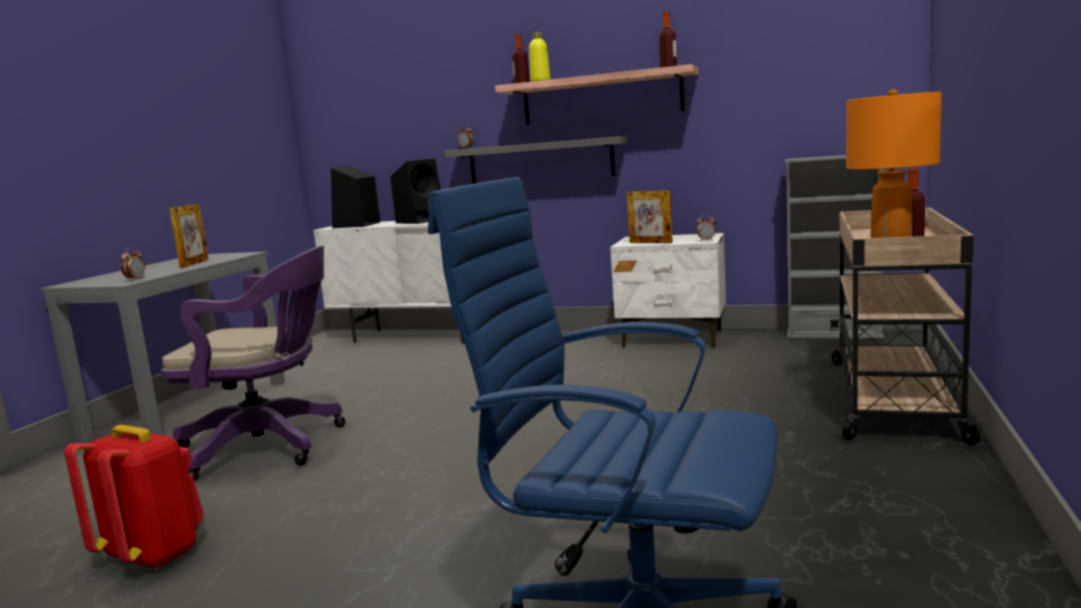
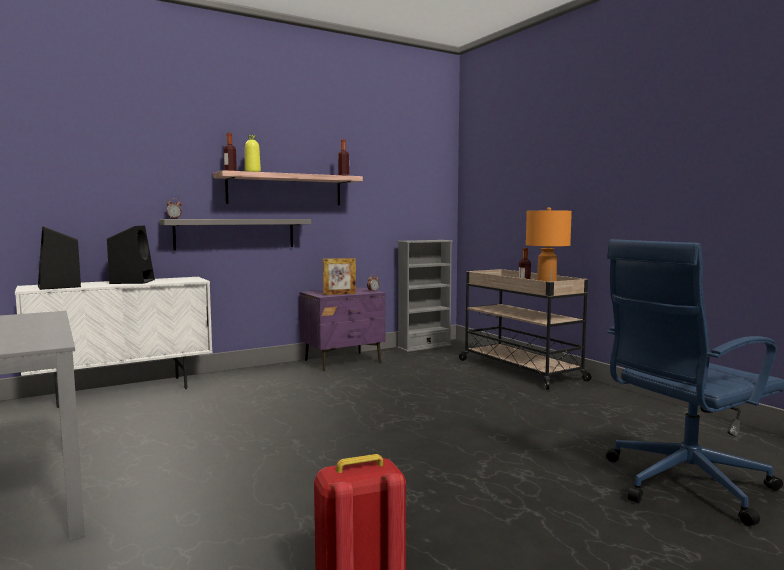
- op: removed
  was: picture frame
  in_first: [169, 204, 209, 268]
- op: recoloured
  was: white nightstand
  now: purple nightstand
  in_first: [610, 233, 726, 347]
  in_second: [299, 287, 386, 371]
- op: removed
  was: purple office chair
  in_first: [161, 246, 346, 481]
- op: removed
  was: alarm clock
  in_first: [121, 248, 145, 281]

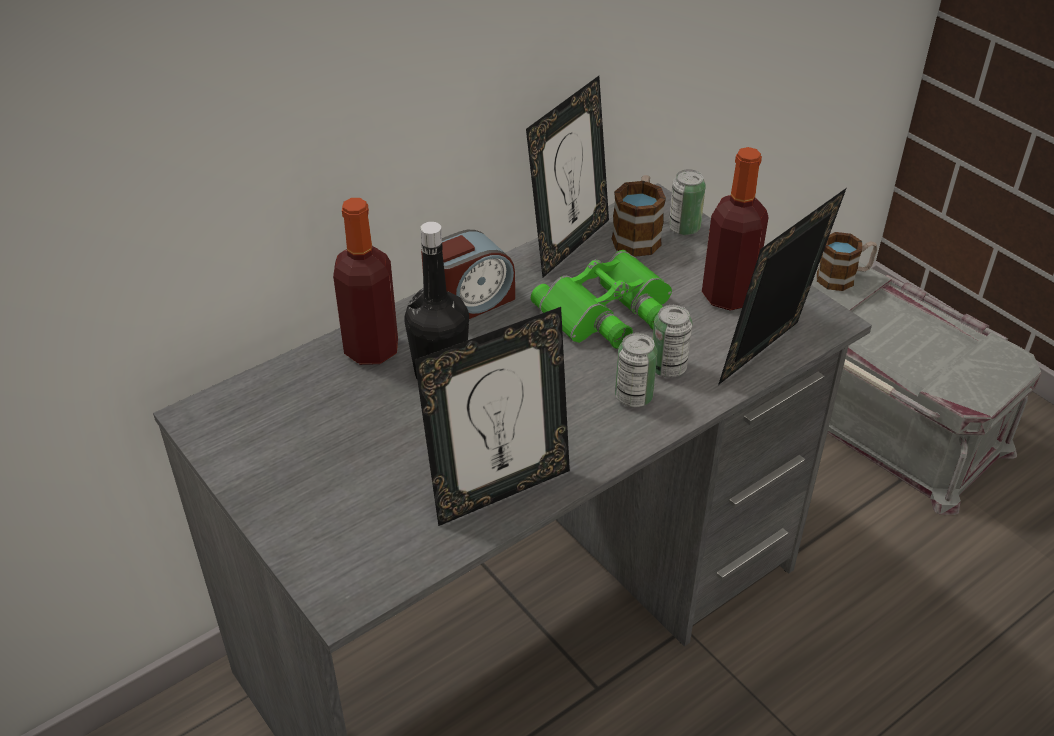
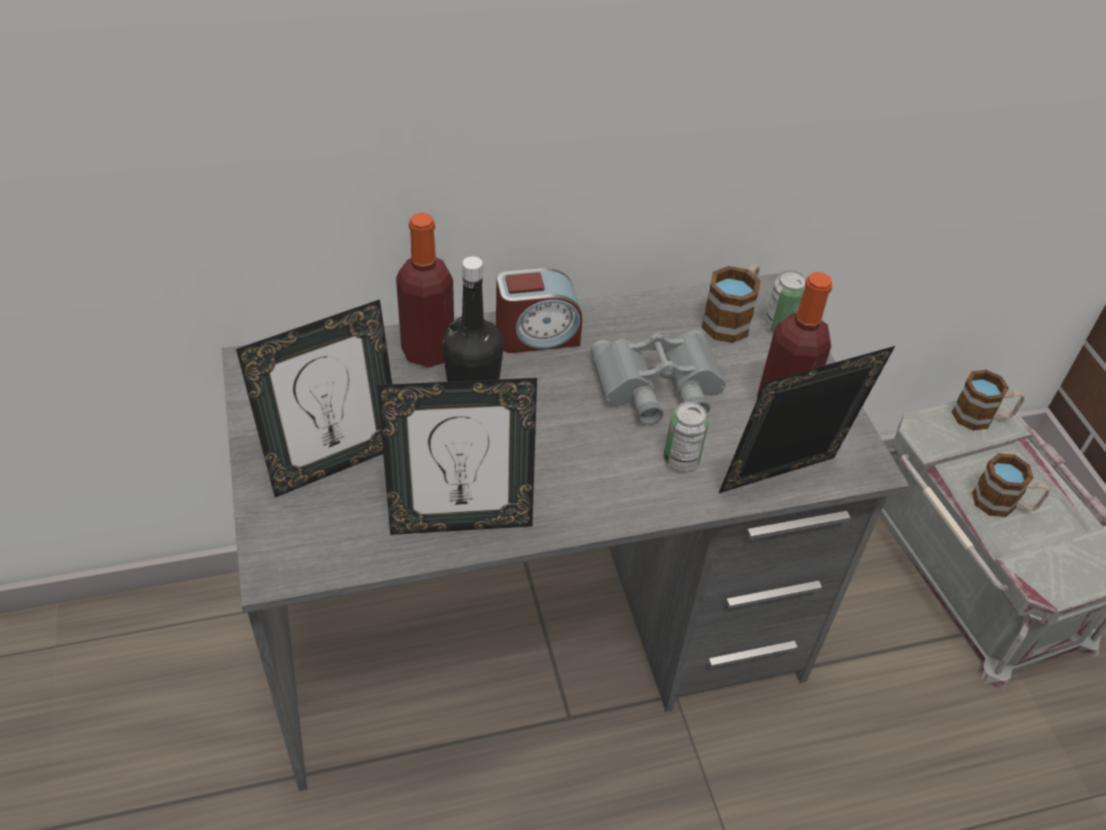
- op: moved
  was: picture frame
  in_first: [526, 76, 609, 277]
  in_second: [236, 299, 392, 497]
- op: recoloured
  was: green binoculars
  now: grey binoculars
  in_first: [531, 250, 672, 349]
  in_second: [590, 330, 726, 425]
- op: removed
  was: can
  in_first: [615, 333, 657, 407]
- op: added
  now: mug
  in_second: [972, 453, 1050, 517]

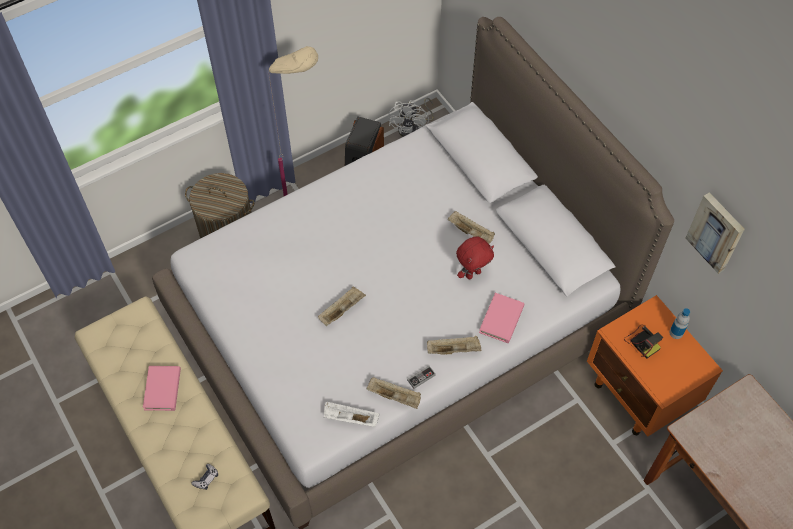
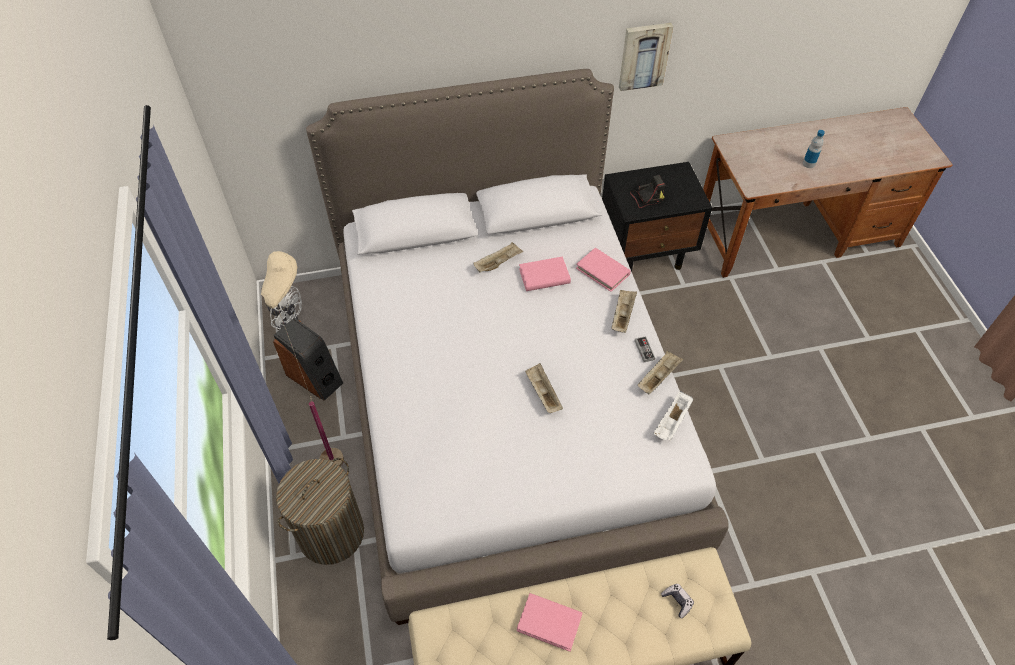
- op: replaced
  was: red plush toy
  now: pink book
  in_first: [456, 236, 494, 279]
  in_second: [519, 256, 571, 291]
- op: recoloured
  was: orange nightstand
  now: black nightstand
  in_first: [587, 295, 723, 437]
  in_second: [602, 162, 712, 272]
- op: moved
  was: bottle
  in_first: [669, 308, 690, 339]
  in_second: [803, 130, 825, 168]

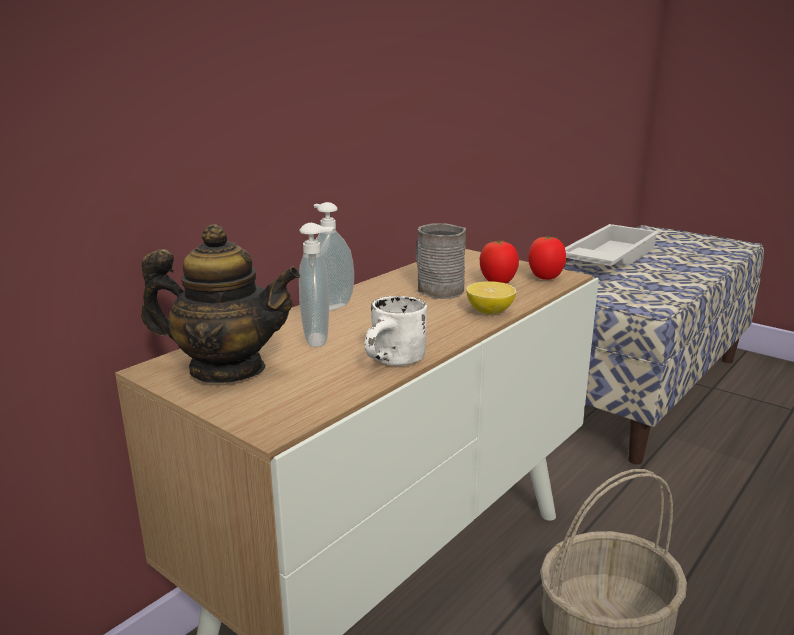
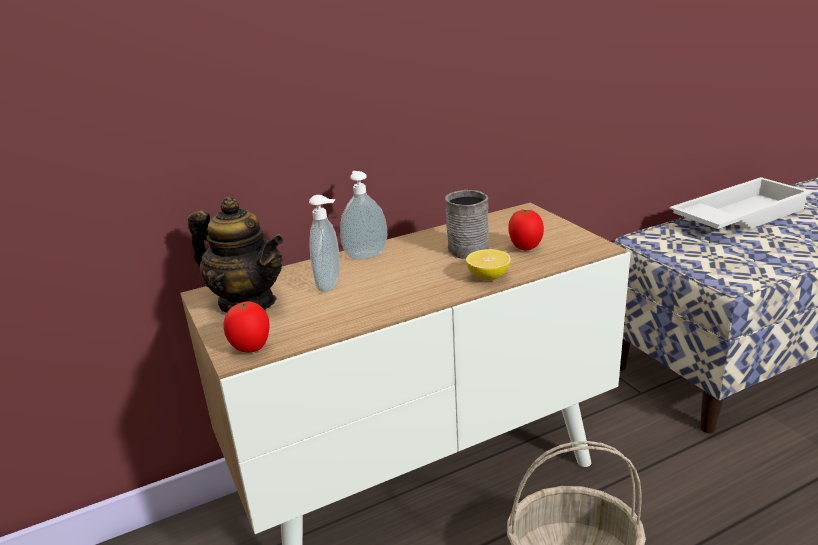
- op: moved
  was: tomato
  in_first: [528, 236, 566, 280]
  in_second: [223, 301, 270, 353]
- op: removed
  was: white mug
  in_first: [365, 296, 427, 366]

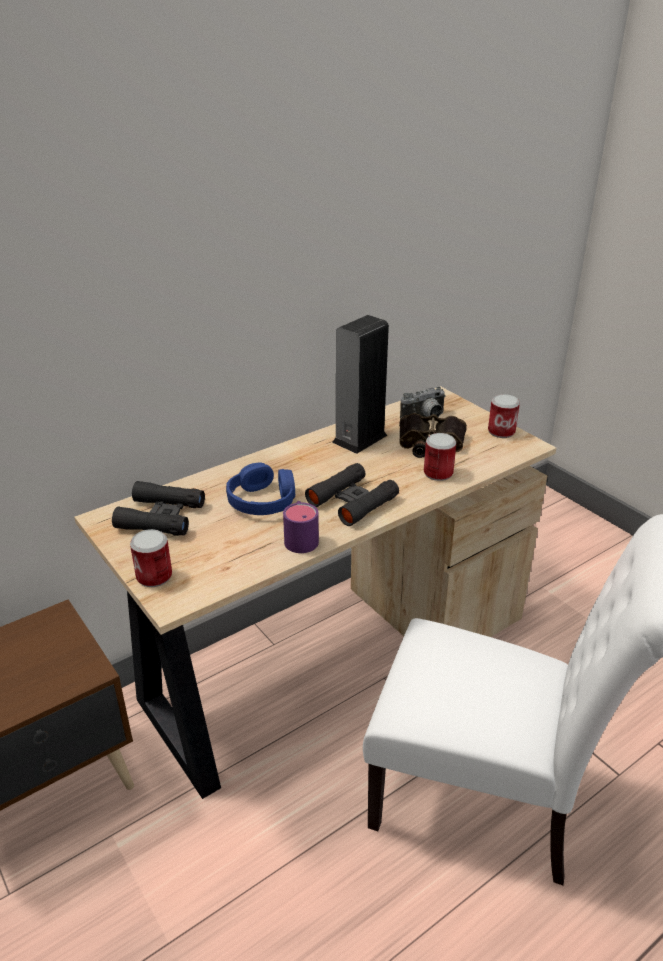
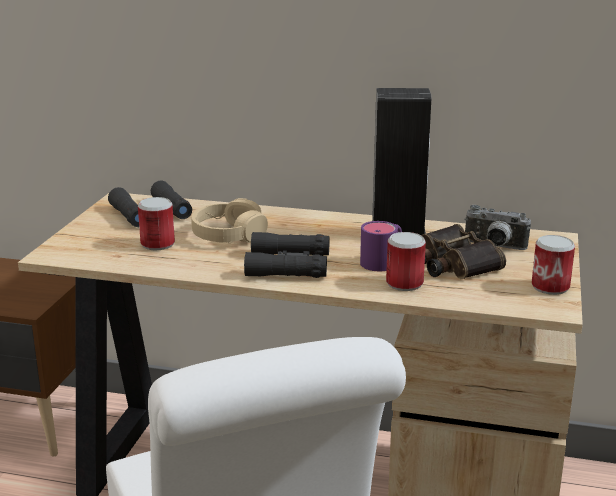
- op: recoloured
  was: blue headphones
  now: beige headphones
  in_first: [226, 463, 295, 515]
  in_second: [192, 198, 268, 243]
- op: moved
  was: purple mug
  in_first: [283, 501, 319, 553]
  in_second: [360, 221, 402, 271]
- op: moved
  was: can
  in_first: [130, 529, 172, 587]
  in_second: [138, 197, 175, 250]

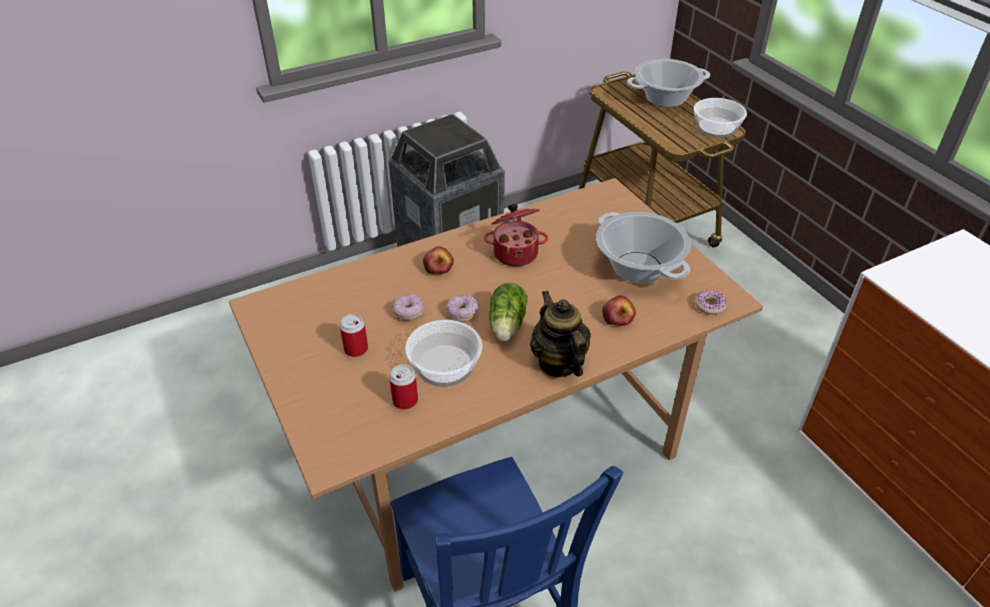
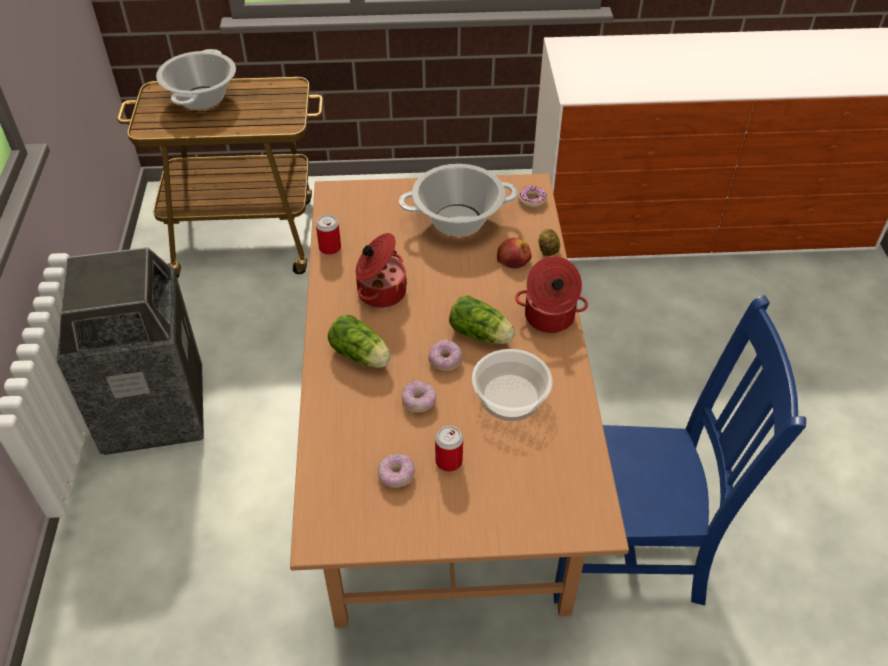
- op: removed
  was: bowl
  in_first: [694, 98, 747, 137]
- op: replaced
  was: apple
  now: lettuce
  in_first: [423, 246, 454, 274]
  in_second: [328, 315, 391, 368]
- op: replaced
  was: teapot
  now: cooking pot
  in_first: [530, 291, 591, 377]
  in_second: [515, 256, 588, 333]
- op: moved
  was: can
  in_first: [389, 364, 418, 410]
  in_second: [316, 215, 341, 255]
- op: added
  now: potato
  in_second: [539, 229, 560, 256]
- op: added
  now: donut
  in_second: [377, 454, 415, 488]

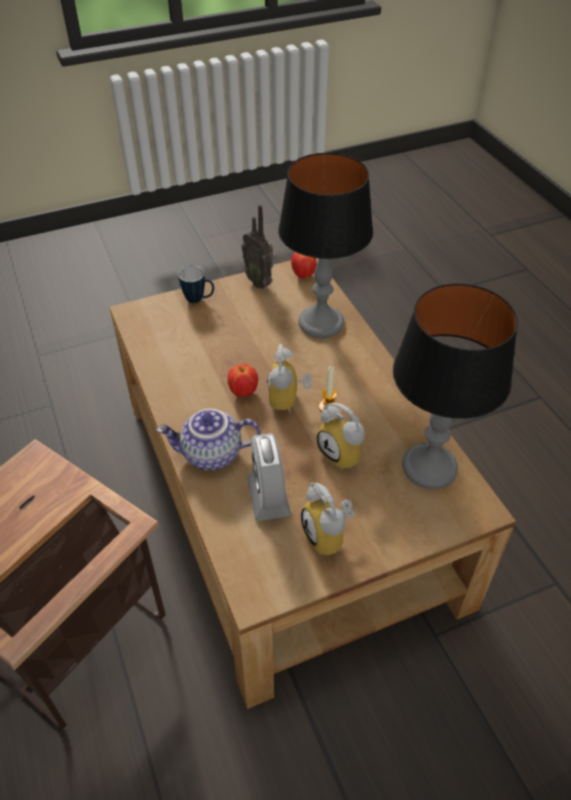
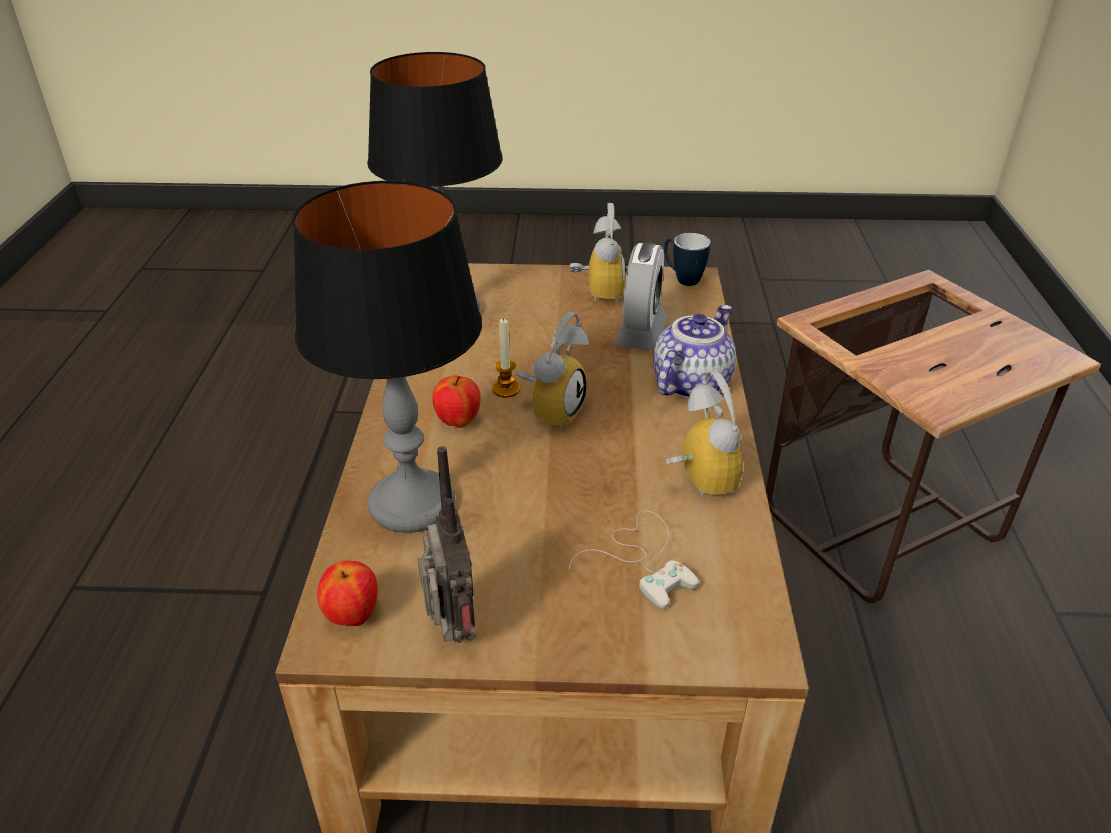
- op: moved
  was: mug
  in_first: [178, 266, 214, 303]
  in_second: [664, 233, 711, 286]
- op: moved
  was: apple
  in_first: [228, 364, 258, 397]
  in_second: [433, 375, 480, 428]
- op: moved
  was: alarm clock
  in_first: [317, 403, 365, 470]
  in_second: [665, 371, 743, 497]
- op: turned
  was: teapot
  in_first: [156, 409, 261, 470]
  in_second: [653, 305, 736, 398]
  clockwise: -75
- op: added
  now: white game controller
  in_second: [569, 511, 699, 609]

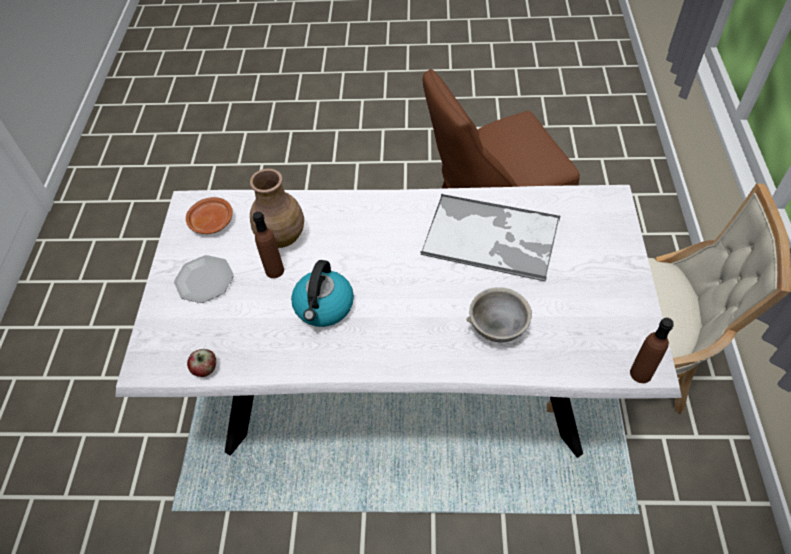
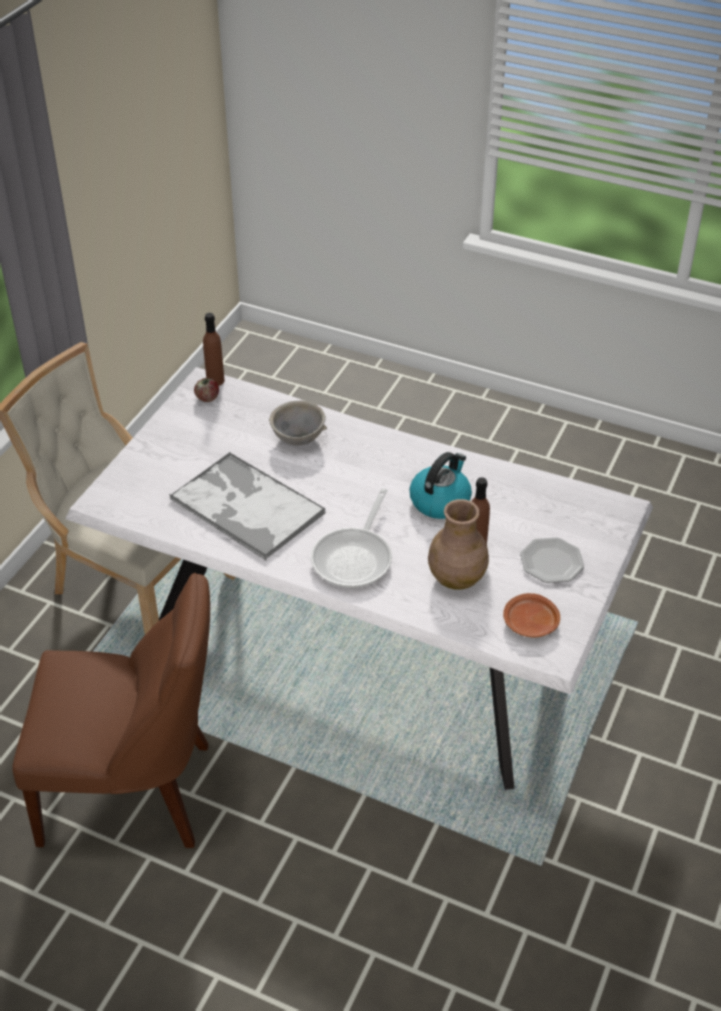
- op: moved
  was: apple
  in_first: [187, 349, 216, 377]
  in_second: [194, 378, 219, 402]
- op: added
  now: frying pan
  in_second: [311, 488, 392, 588]

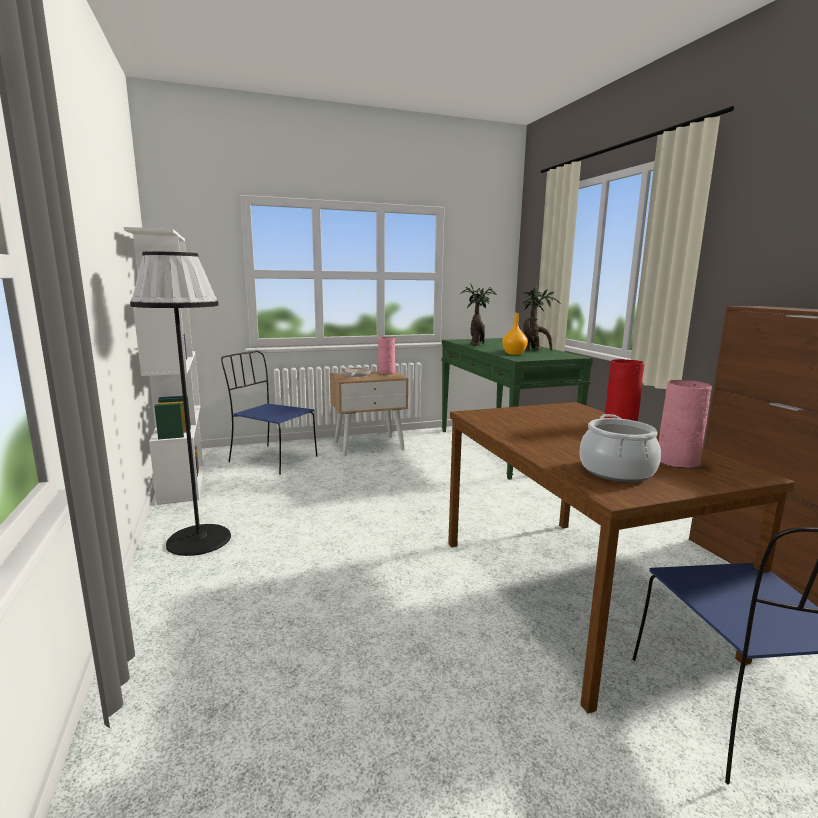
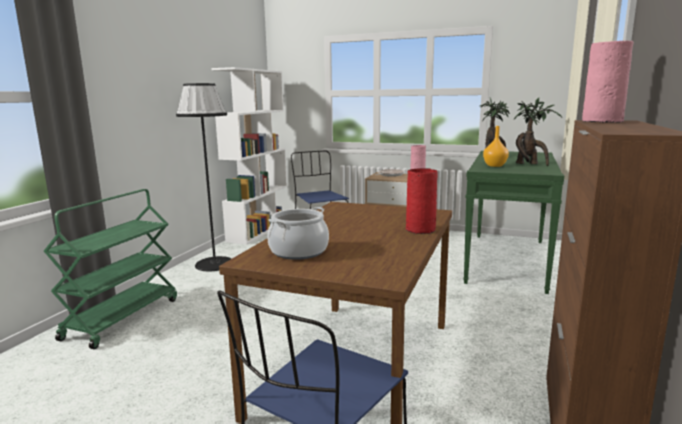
- op: moved
  was: pink vase
  in_first: [659, 380, 712, 469]
  in_second: [582, 41, 634, 123]
- op: added
  now: green cart
  in_second: [44, 189, 177, 349]

